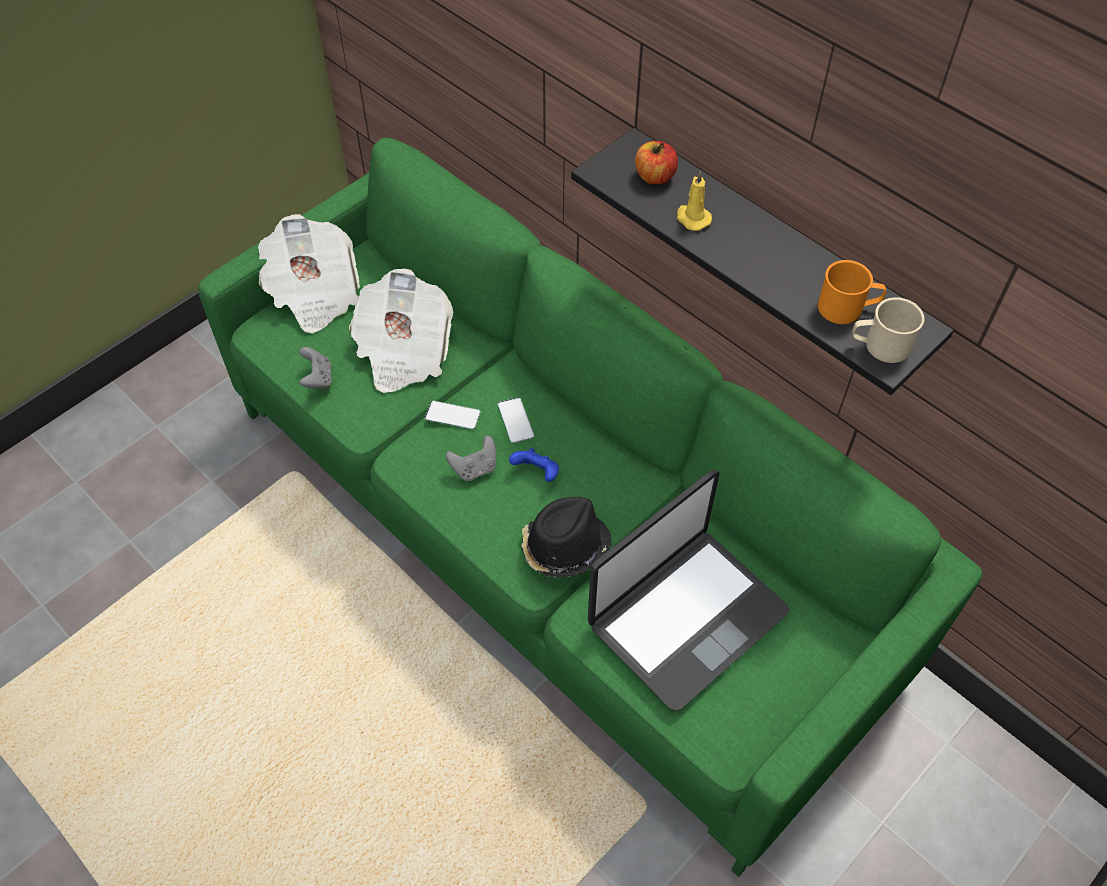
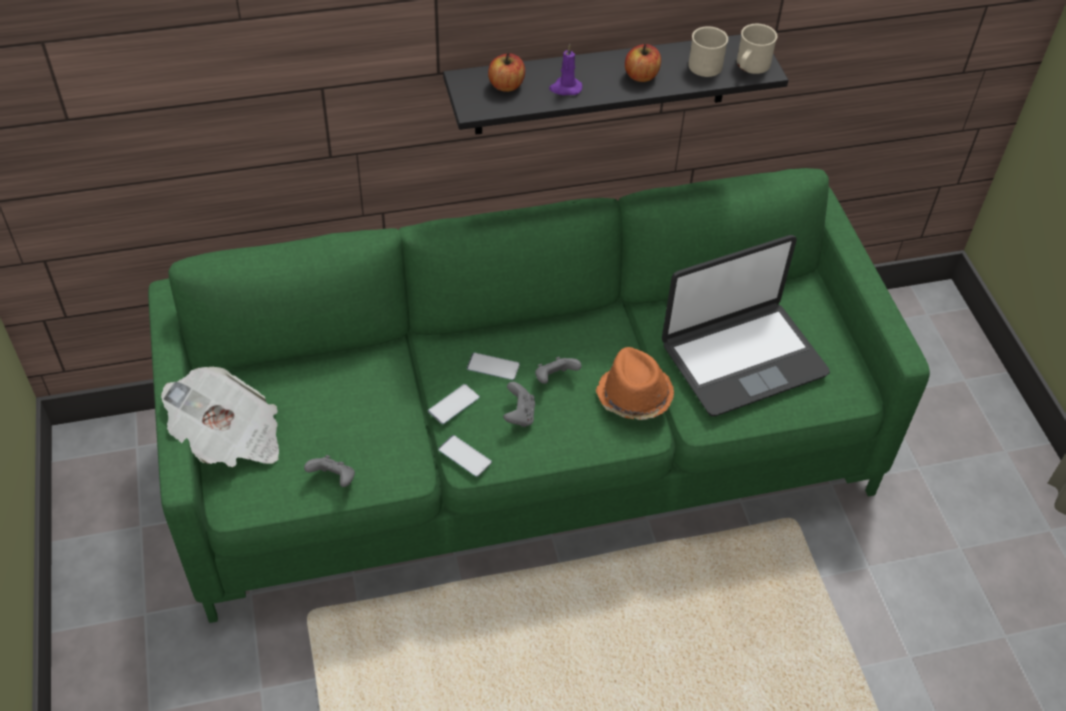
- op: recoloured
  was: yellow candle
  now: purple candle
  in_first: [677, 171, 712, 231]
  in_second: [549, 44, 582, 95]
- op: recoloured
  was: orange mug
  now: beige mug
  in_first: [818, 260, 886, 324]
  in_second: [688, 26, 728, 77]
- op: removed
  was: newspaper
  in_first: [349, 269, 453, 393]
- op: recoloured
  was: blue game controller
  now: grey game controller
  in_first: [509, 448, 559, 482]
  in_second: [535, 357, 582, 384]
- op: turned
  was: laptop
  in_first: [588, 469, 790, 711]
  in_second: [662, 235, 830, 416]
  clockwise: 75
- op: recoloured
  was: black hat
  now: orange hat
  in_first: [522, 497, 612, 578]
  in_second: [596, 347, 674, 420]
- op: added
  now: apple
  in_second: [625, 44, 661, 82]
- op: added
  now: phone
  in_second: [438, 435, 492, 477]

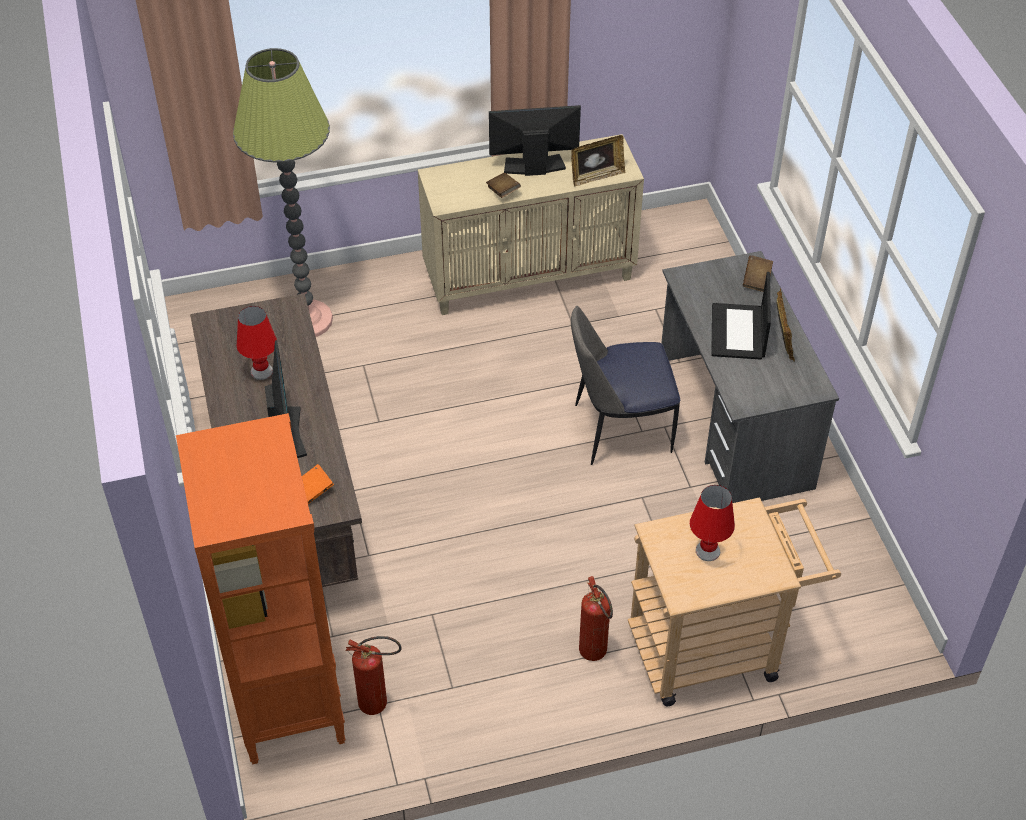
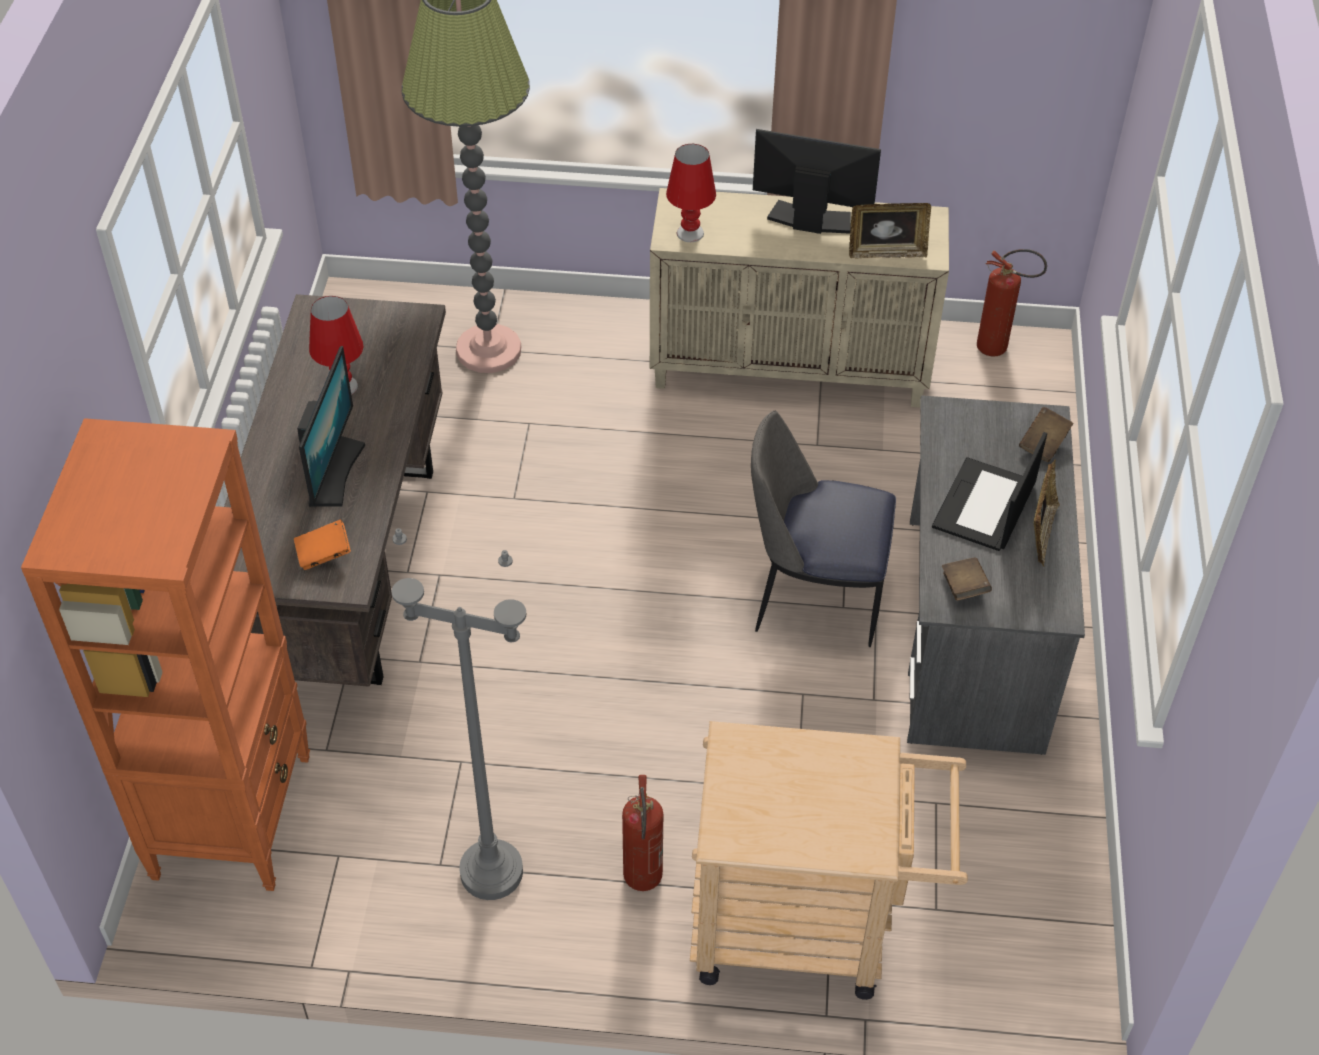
- op: moved
  was: brown book
  in_first: [486, 173, 521, 198]
  in_second: [942, 557, 992, 601]
- op: moved
  was: red table lamp
  in_first: [690, 485, 735, 561]
  in_second: [666, 144, 716, 242]
- op: moved
  was: fire extinguisher
  in_first: [345, 636, 402, 715]
  in_second: [977, 249, 1047, 357]
- op: added
  now: grey floor lamp
  in_second: [391, 528, 526, 900]

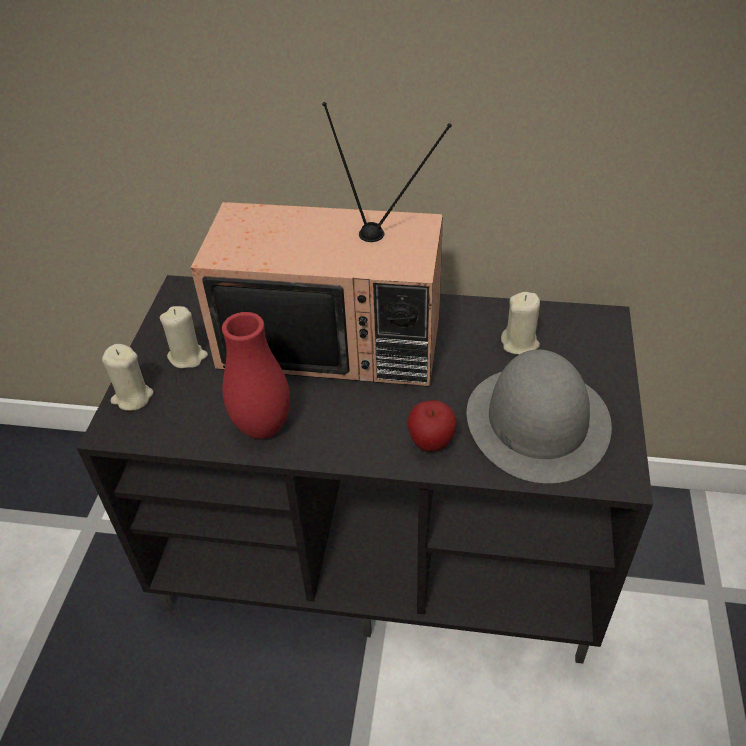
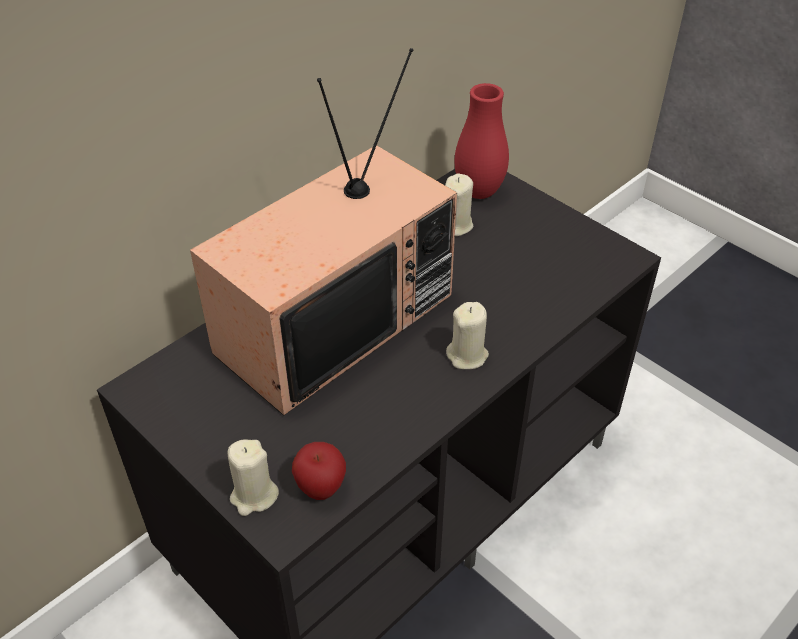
- op: moved
  was: beige candle
  in_first: [160, 306, 208, 368]
  in_second: [446, 302, 489, 369]
- op: moved
  was: red vase
  in_first: [222, 312, 290, 439]
  in_second: [454, 83, 509, 199]
- op: removed
  was: grey hat
  in_first: [467, 350, 612, 483]
- op: moved
  was: apple
  in_first: [407, 400, 457, 452]
  in_second: [292, 442, 346, 500]

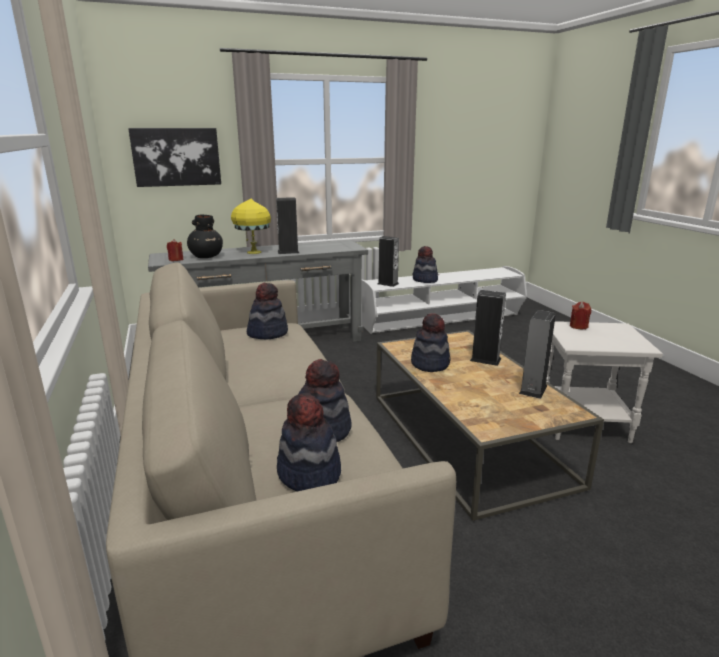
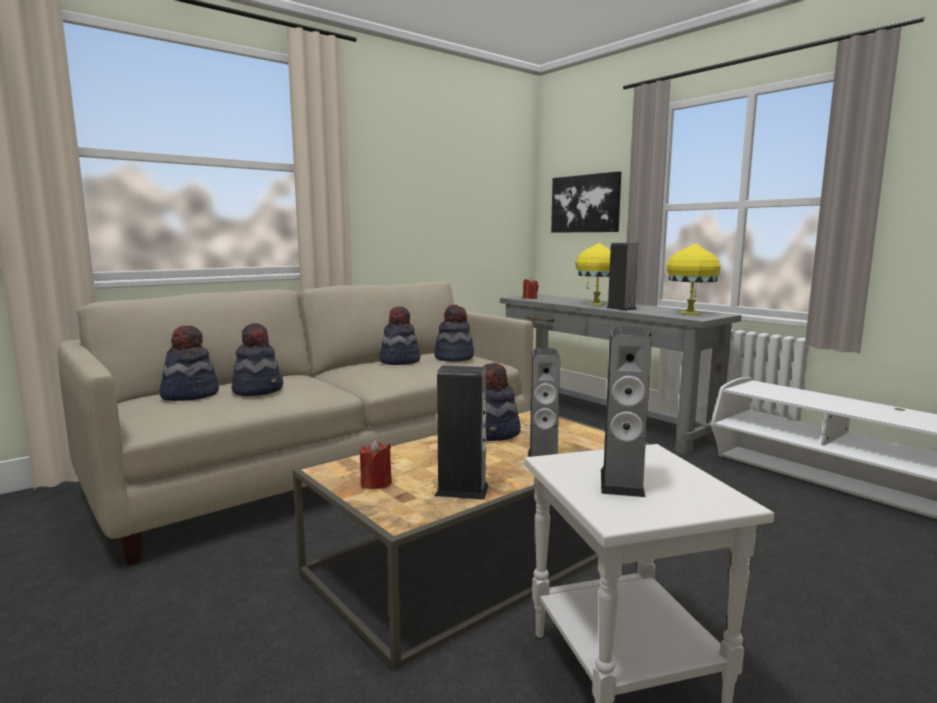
- op: removed
  was: black vase
  in_first: [187, 215, 223, 258]
- op: moved
  was: speaker
  in_first: [378, 236, 399, 287]
  in_second: [601, 327, 652, 497]
- op: moved
  was: hat
  in_first: [413, 246, 438, 283]
  in_second: [380, 307, 420, 365]
- op: moved
  was: red candle
  in_first: [570, 302, 591, 329]
  in_second: [360, 440, 392, 489]
- op: added
  now: yellow table lamp
  in_second: [667, 243, 721, 315]

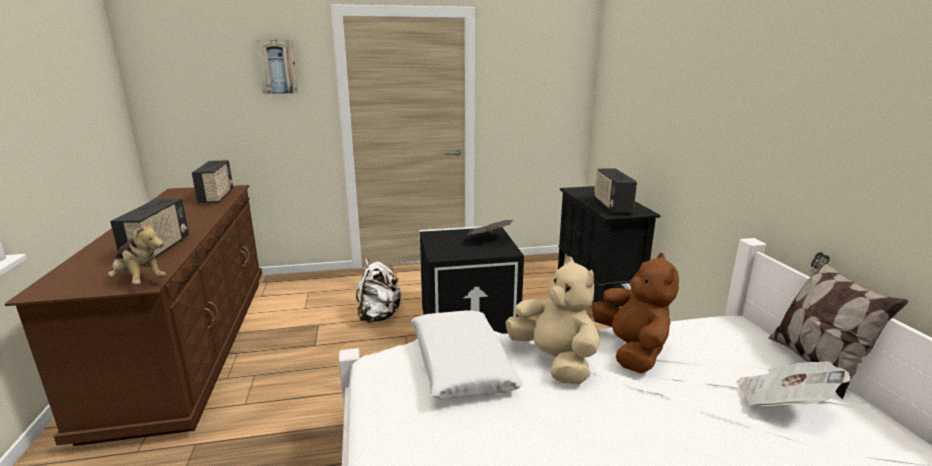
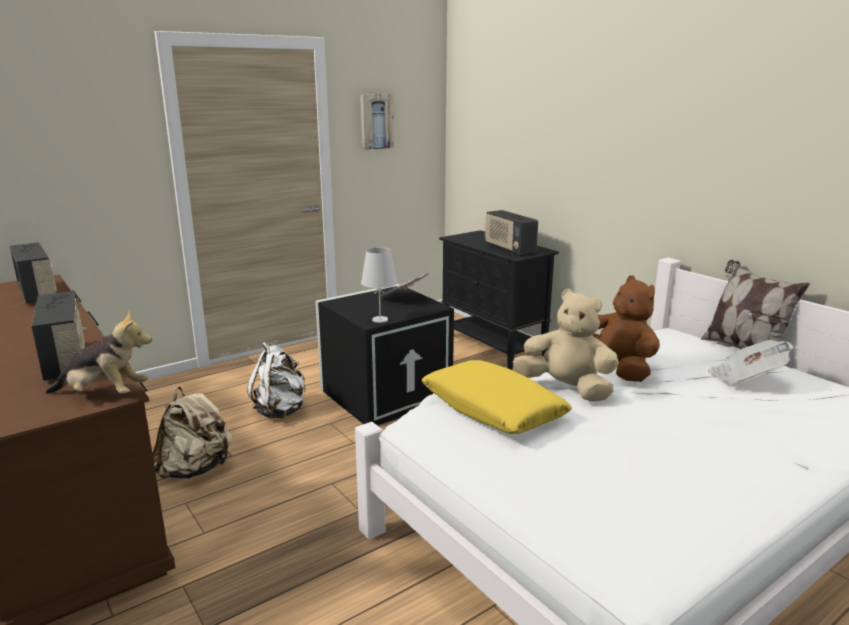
- op: moved
  was: picture
  in_first: [256, 40, 298, 94]
  in_second: [360, 94, 394, 150]
- op: recoloured
  was: white pillow
  now: yellow pillow
  in_first: [411, 310, 523, 399]
  in_second: [421, 360, 572, 434]
- op: added
  now: white table lamp
  in_second: [361, 247, 397, 323]
- op: added
  now: beige backpack
  in_second: [152, 387, 232, 479]

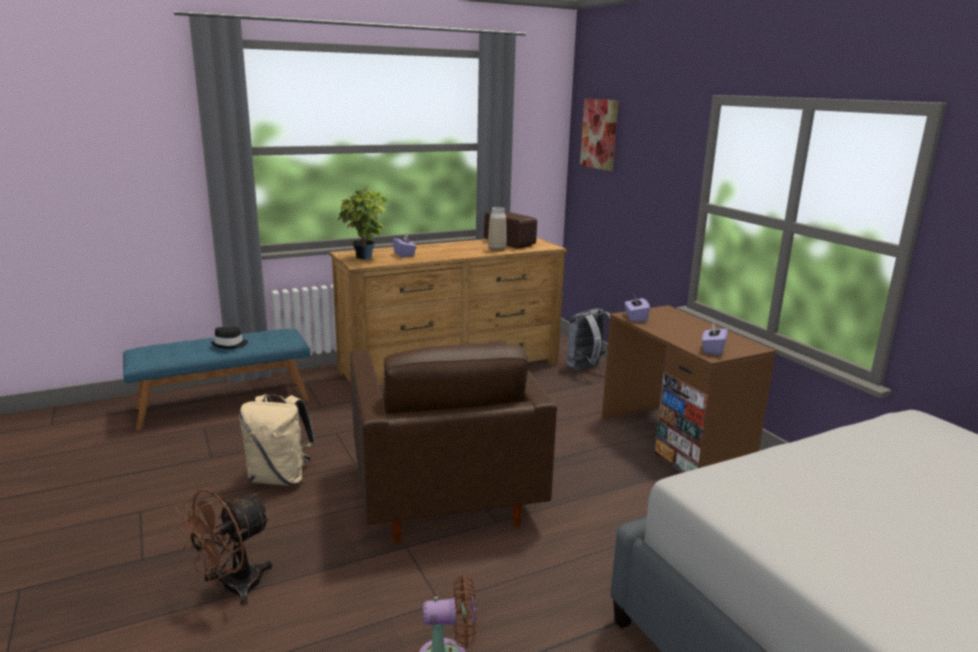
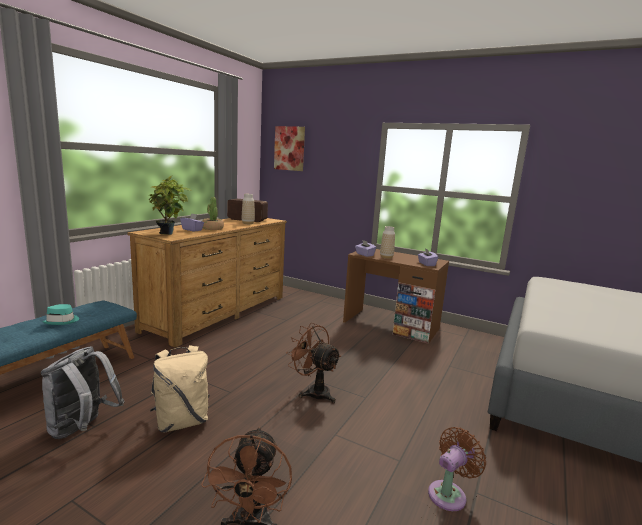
- op: moved
  was: grey backpack
  in_first: [566, 308, 610, 371]
  in_second: [41, 346, 125, 439]
- op: recoloured
  was: black hat
  now: turquoise hat
  in_first: [211, 326, 248, 349]
  in_second: [42, 304, 79, 325]
- op: replaced
  was: brown armchair
  now: brown fan
  in_first: [350, 341, 557, 543]
  in_second: [286, 323, 341, 403]
- op: added
  now: potted plant
  in_second: [202, 197, 224, 230]
- op: added
  now: vase
  in_second: [380, 226, 395, 259]

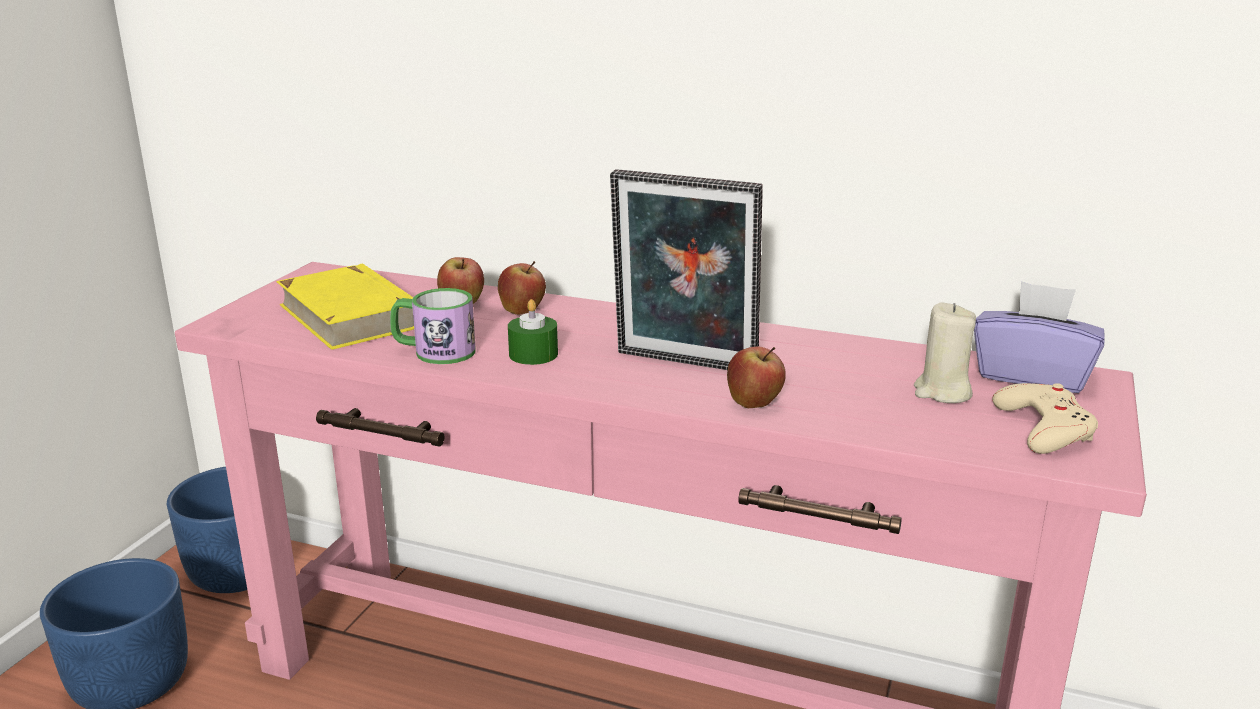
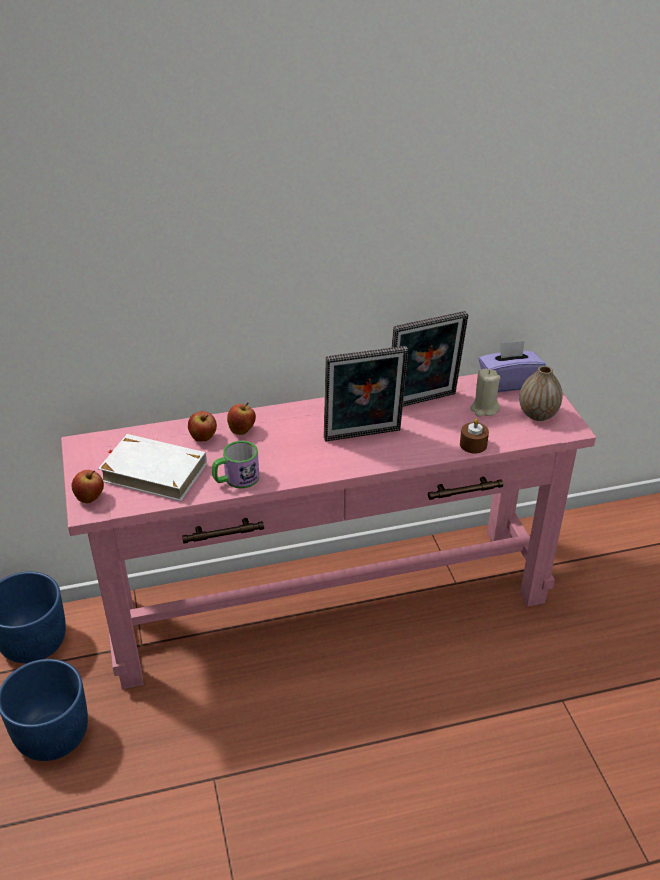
- op: recoloured
  was: yellow book
  now: white book
  in_first: [276, 264, 414, 350]
  in_second: [98, 434, 207, 501]
- op: removed
  was: green candle
  in_first: [508, 299, 558, 365]
- op: moved
  was: apple
  in_first: [727, 346, 786, 408]
  in_second: [71, 470, 104, 503]
- op: replaced
  was: beige game controller
  now: vase
  in_first: [992, 383, 1098, 454]
  in_second: [519, 365, 563, 421]
- op: added
  now: picture frame
  in_second: [391, 311, 468, 407]
- op: added
  now: brown candle
  in_second: [460, 419, 489, 454]

